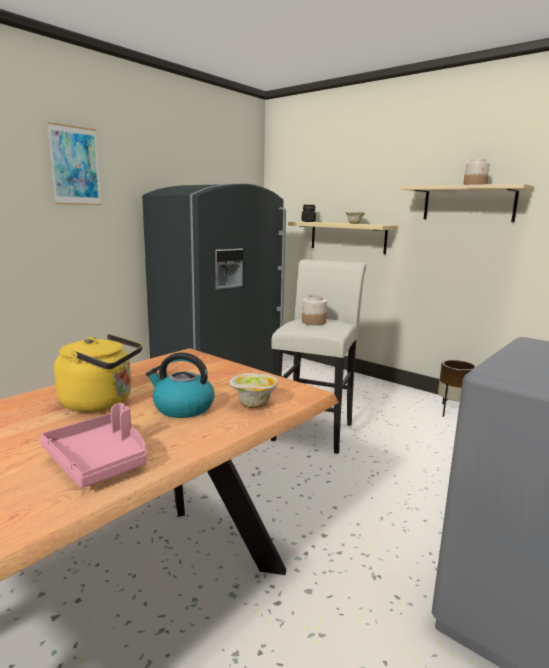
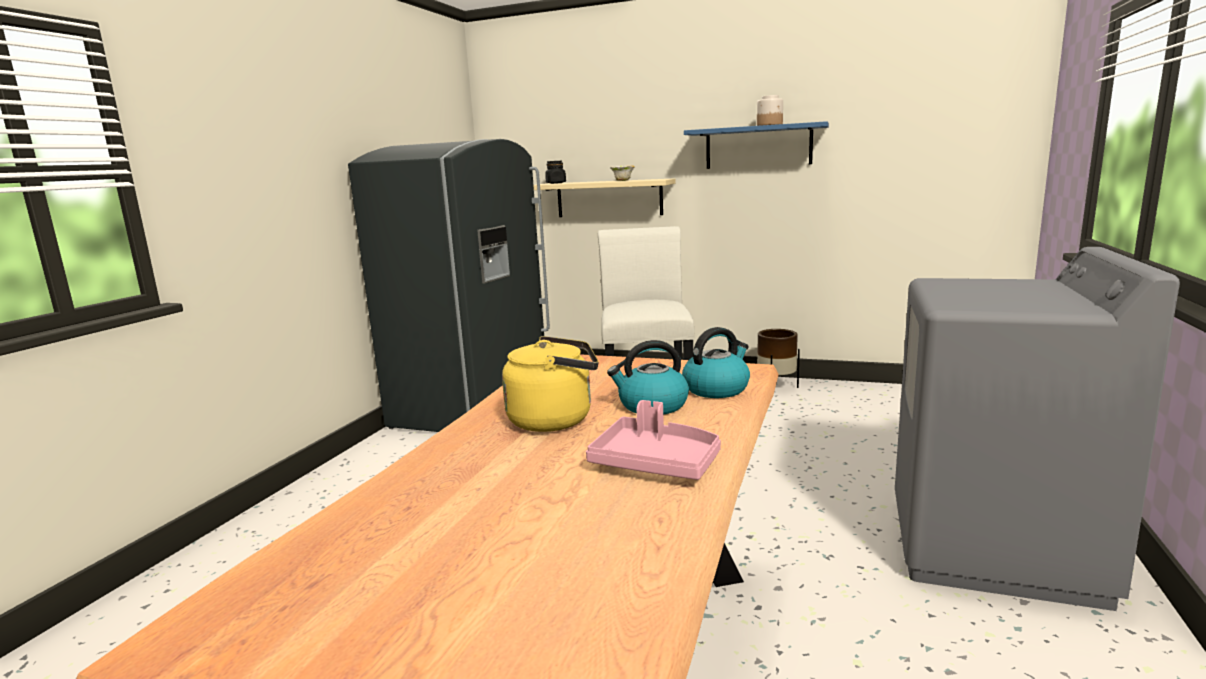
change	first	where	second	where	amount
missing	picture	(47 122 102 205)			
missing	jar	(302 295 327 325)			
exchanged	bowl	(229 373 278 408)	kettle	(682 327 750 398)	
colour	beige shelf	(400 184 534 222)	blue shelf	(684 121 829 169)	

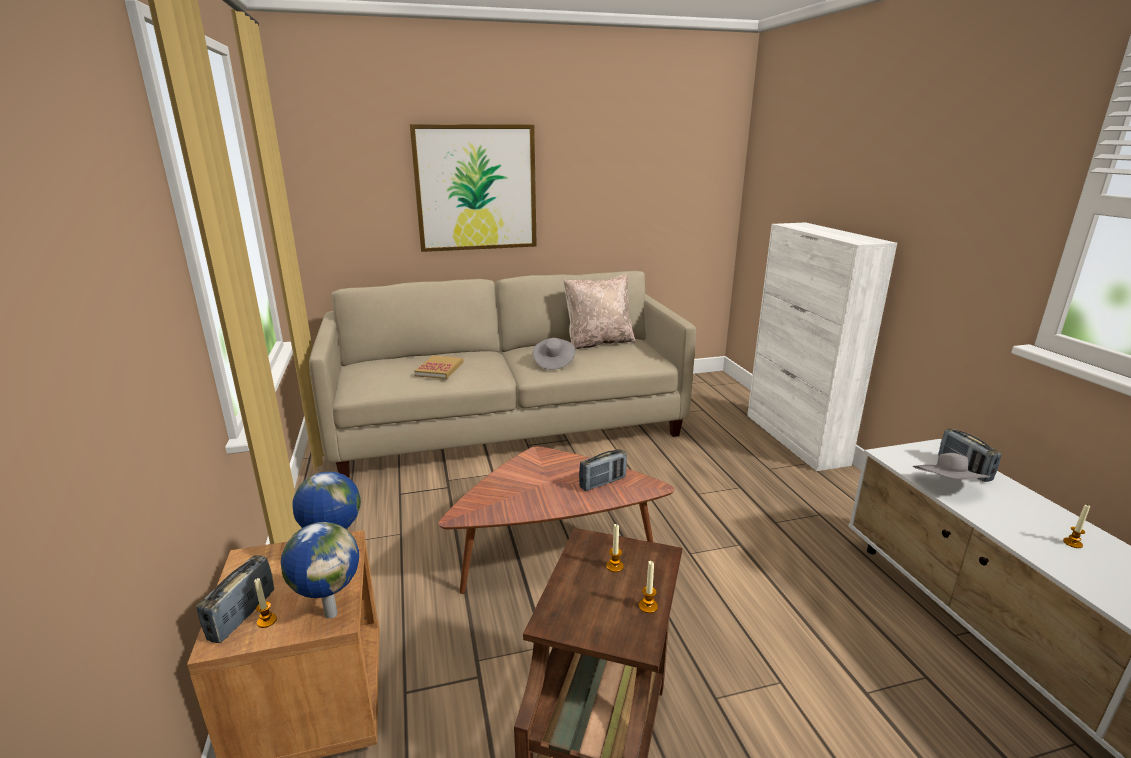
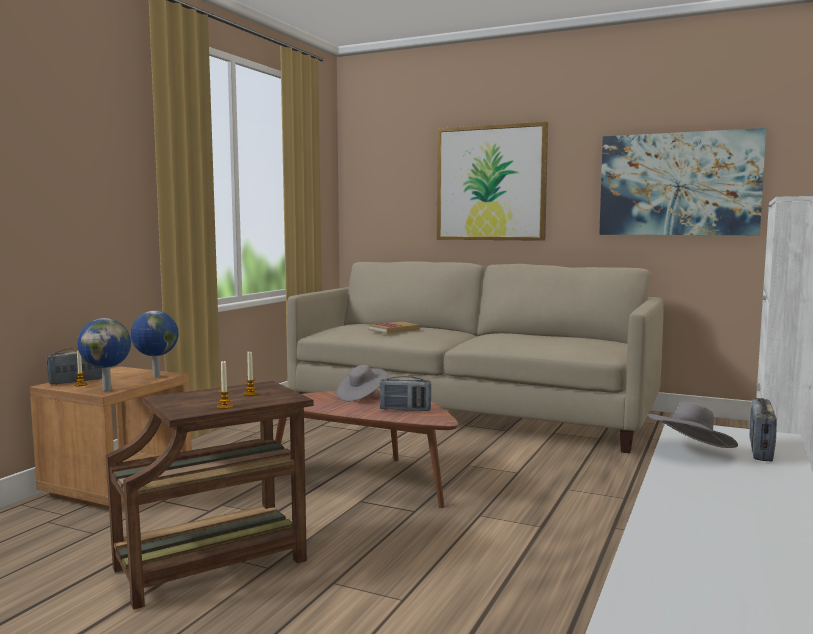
change	first	where	second	where	amount
missing	beige pillow	(564 274 636 350)			
missing	candle	(1063 505 1090 548)			
appeared			picture	(599 128 766 235)	
relocated	grey hat	(533 338 575 370)		(336 365 388 401)	

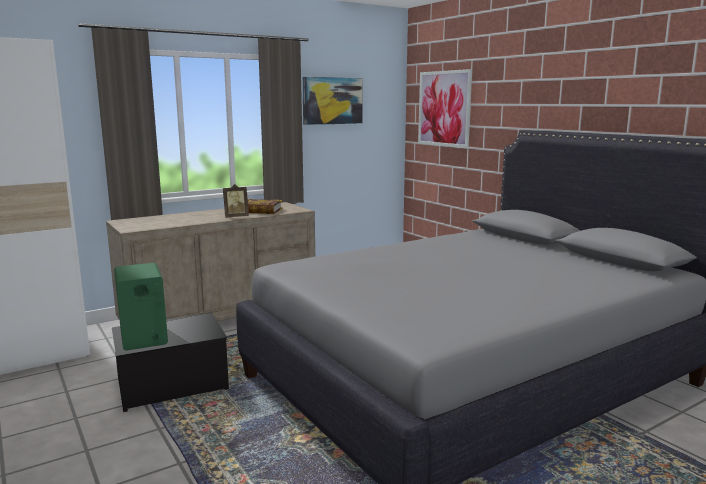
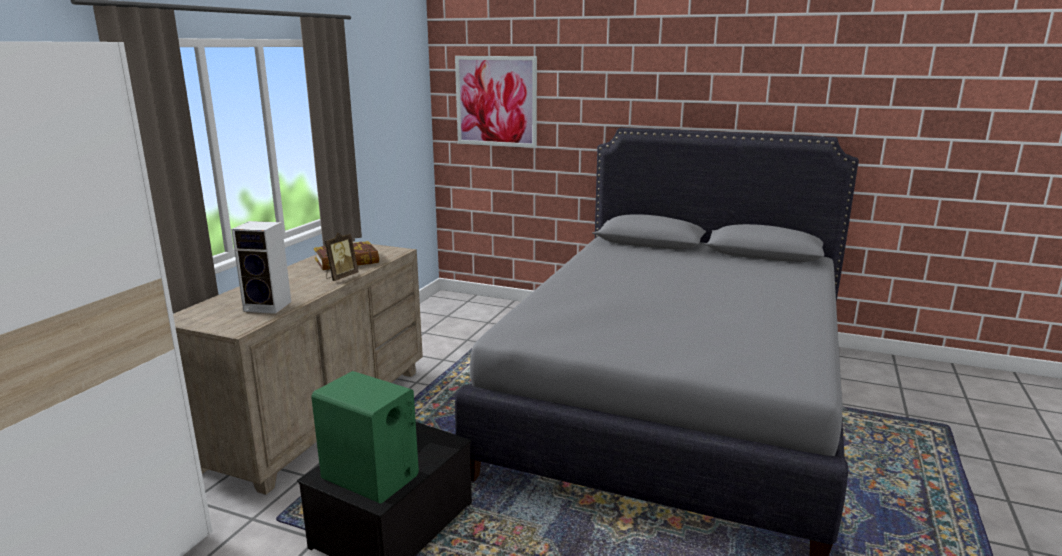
change	first	where	second	where	amount
missing	picture	(302 77 363 125)			
appeared			speaker	(231 221 291 314)	

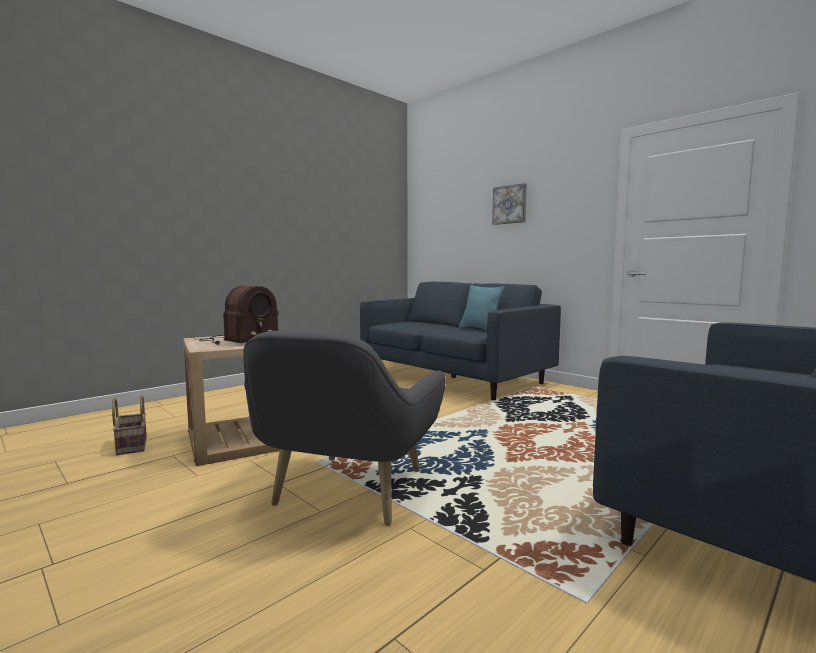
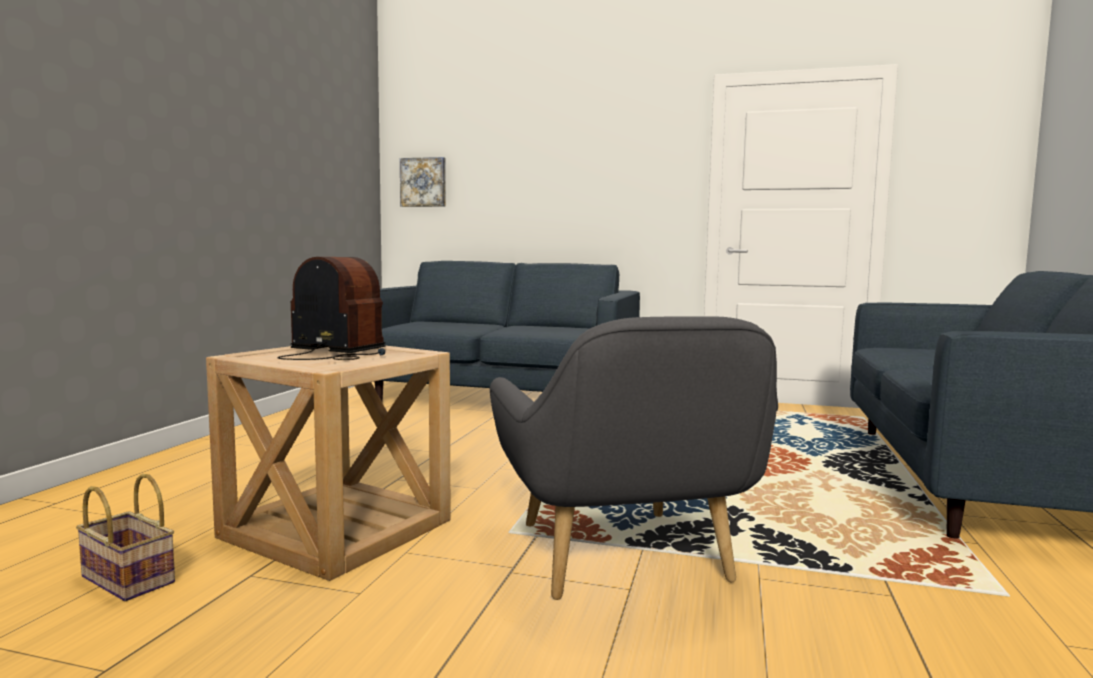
change	first	where	second	where	amount
missing	turquoise pillow	(459 285 505 330)			
relocated	picture	(492 183 527 225)		(400 157 446 207)	
spun	radio	(199 286 278 345)		(277 257 385 360)	75 degrees counterclockwise

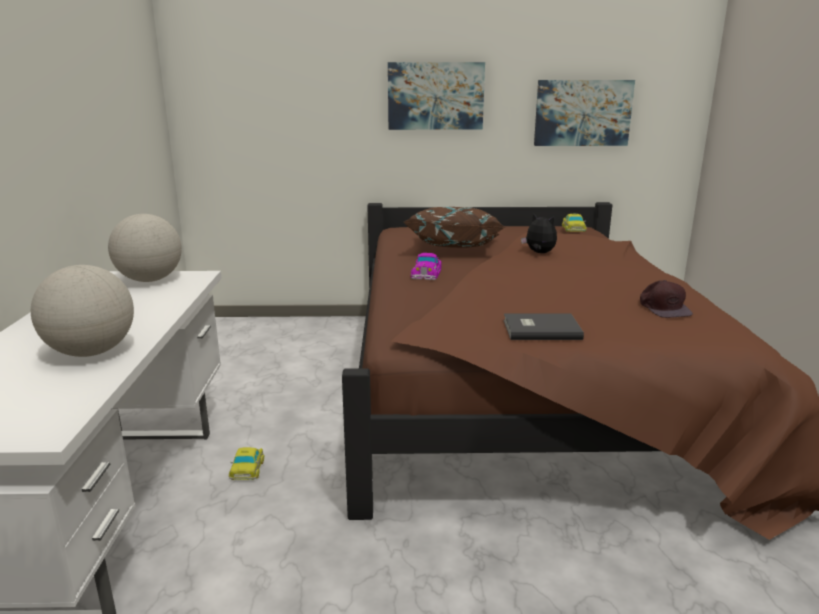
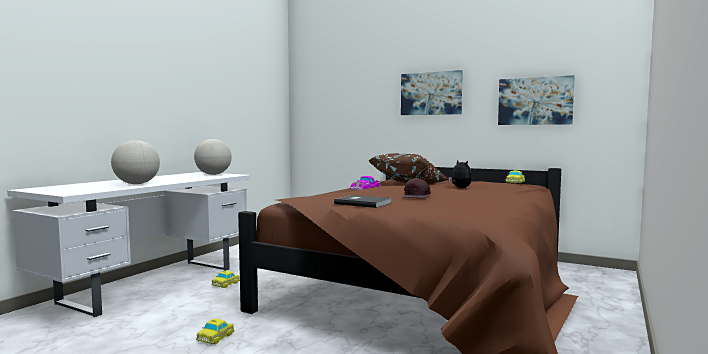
change	first	where	second	where	amount
appeared			toy car	(196 319 235 344)	
relocated	brown cap	(640 280 693 318)		(402 178 431 199)	

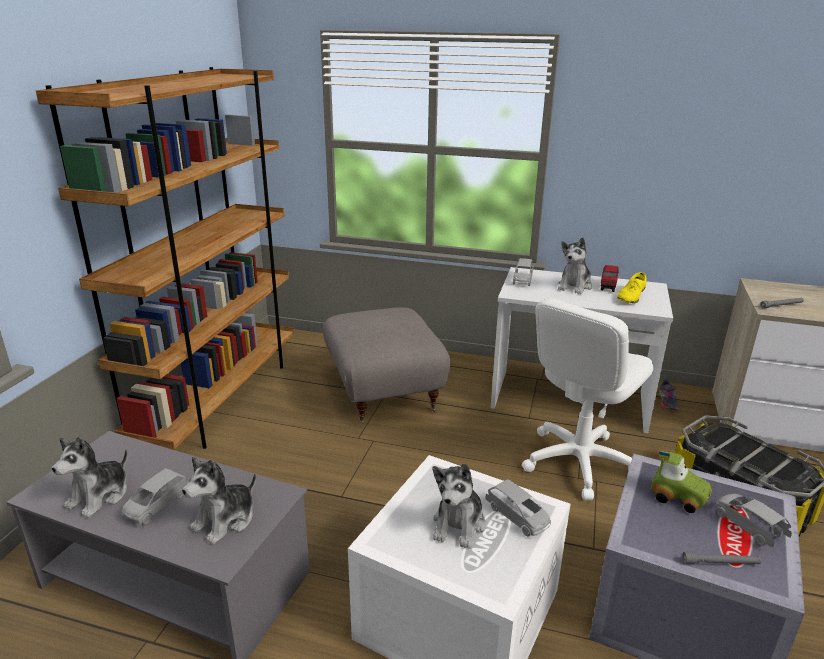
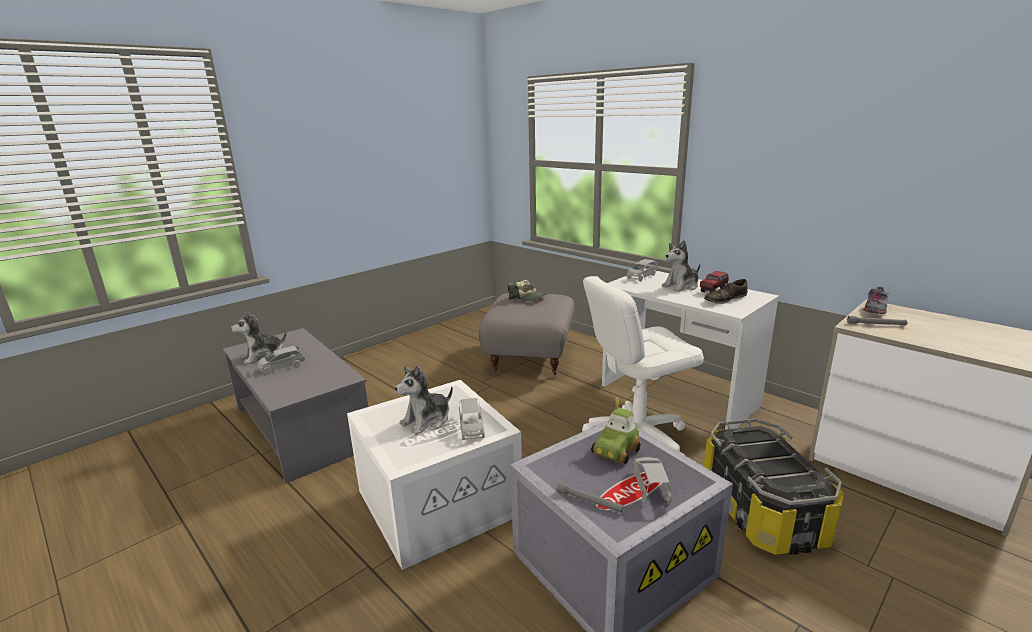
change	first	where	second	where	amount
missing	brown bookcase	(36 67 294 450)			
missing	plush toy	(182 457 256 545)			
appeared			cap	(508 279 548 301)	
relocated	grey shoe	(659 379 679 410)		(863 287 889 314)	
colour	yellow shoe	(617 272 647 304)	brown shoe	(704 279 748 304)	
spun	toy car	(651 451 712 513)		(591 397 641 464)	60 degrees clockwise

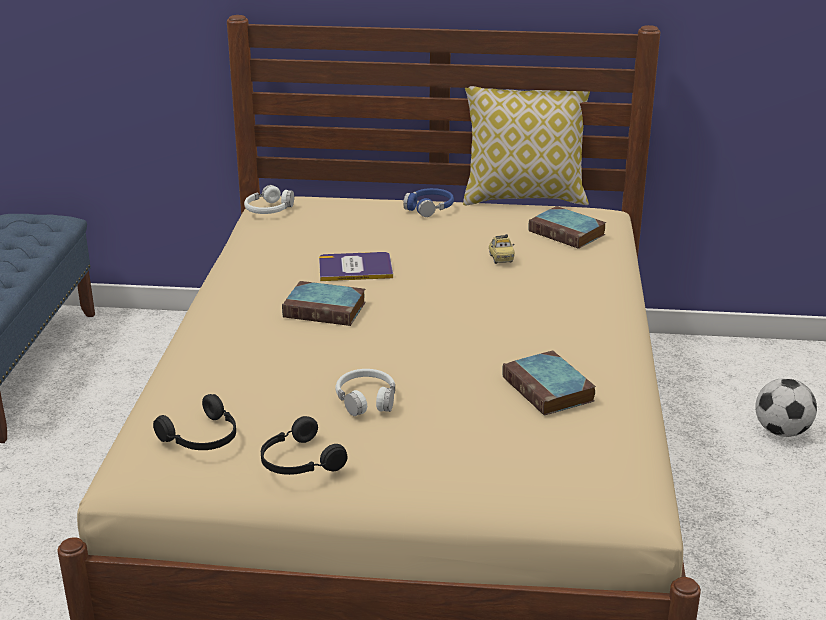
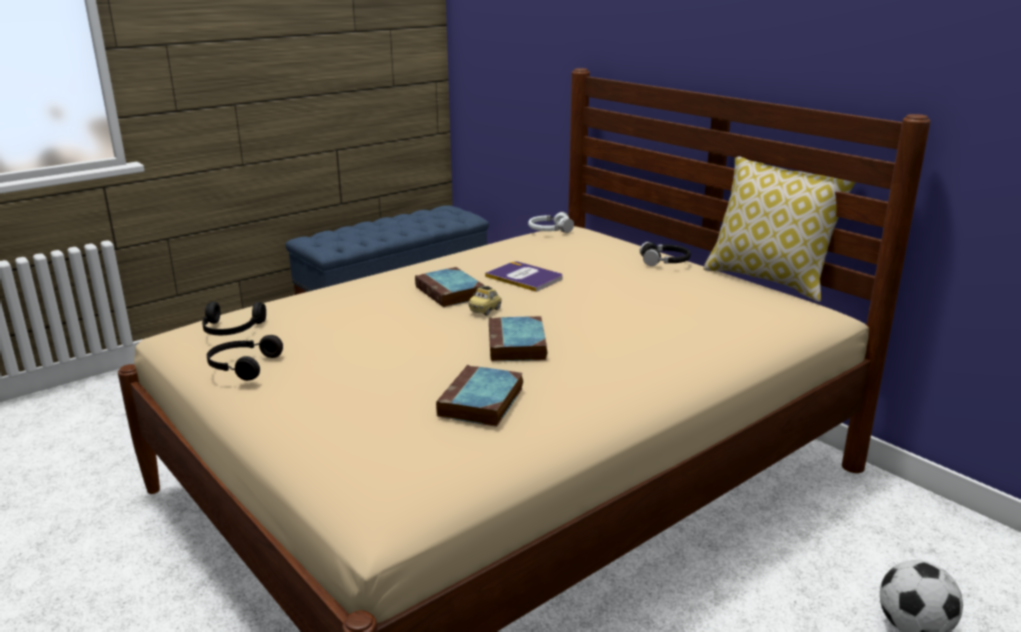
change	first	where	second	where	amount
missing	white headphones	(335 369 395 416)			
relocated	toy car	(489 234 515 264)		(468 286 502 316)	
relocated	book	(529 206 606 249)		(489 316 547 361)	
colour	blue headphones	(403 188 454 217)	black headphones	(640 242 691 266)	

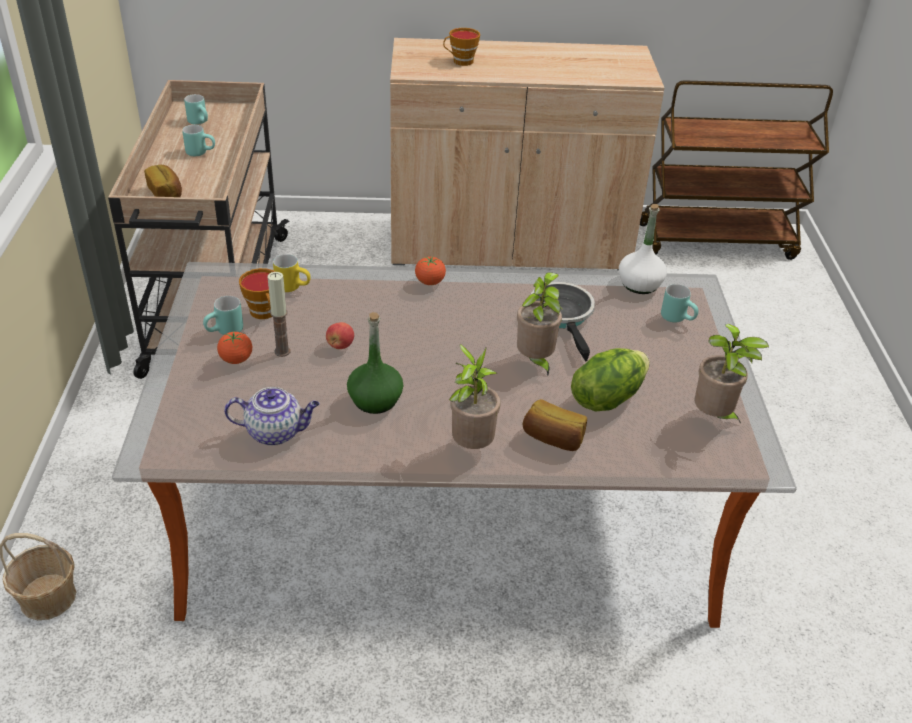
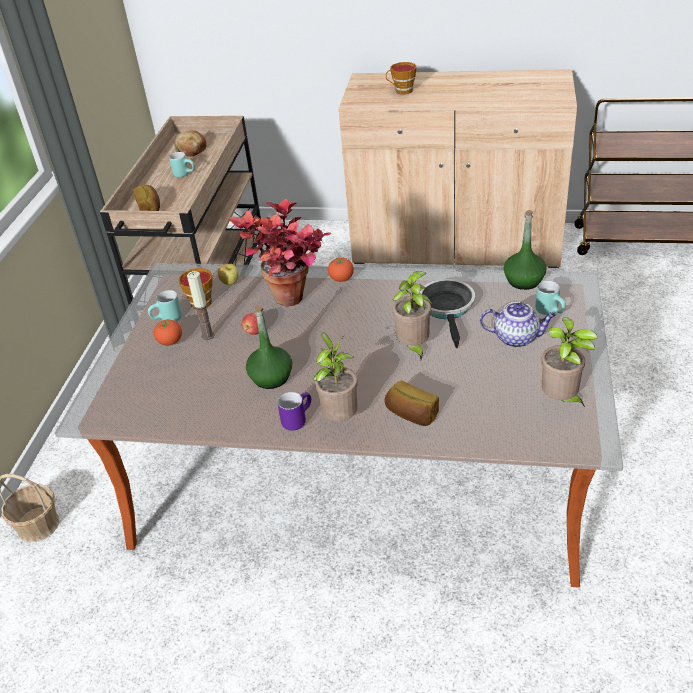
change	first	where	second	where	amount
missing	lettuce	(571 348 649 412)			
appeared			potted plant	(229 199 332 306)	
appeared			purple mug	(278 392 311 430)	
relocated	teapot	(224 387 319 446)		(480 302 556 347)	
exchanged	turquoise mug	(184 94 208 125)	bread	(174 130 206 157)	
exchanged	yellow mug	(273 254 311 292)	apple	(218 264 239 285)	
colour	white bottle	(619 204 667 294)	green bottle	(504 210 547 290)	

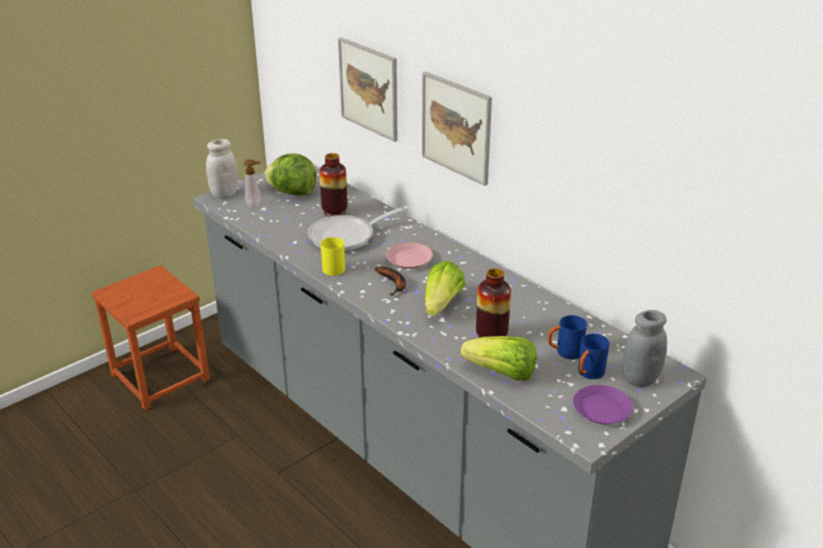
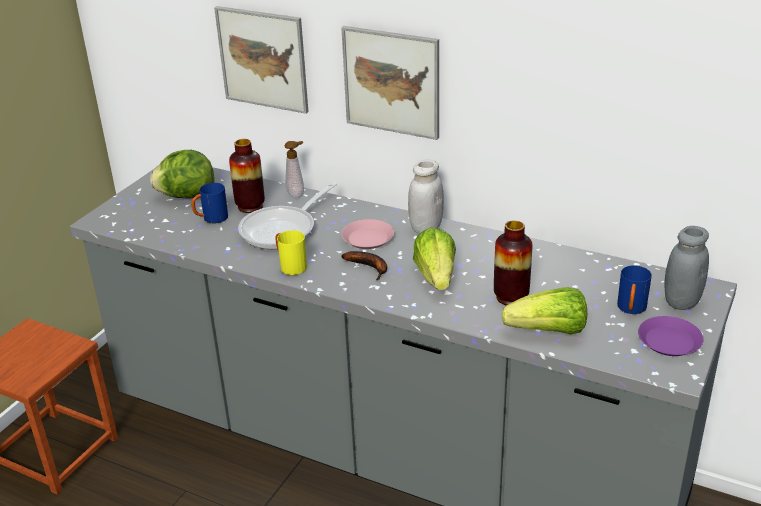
change	first	where	second	where	amount
relocated	white jar	(206 139 238 198)		(408 160 444 234)	
relocated	soap dispenser	(244 159 261 209)		(285 141 304 198)	
relocated	blue mug	(548 315 587 359)		(191 183 228 223)	

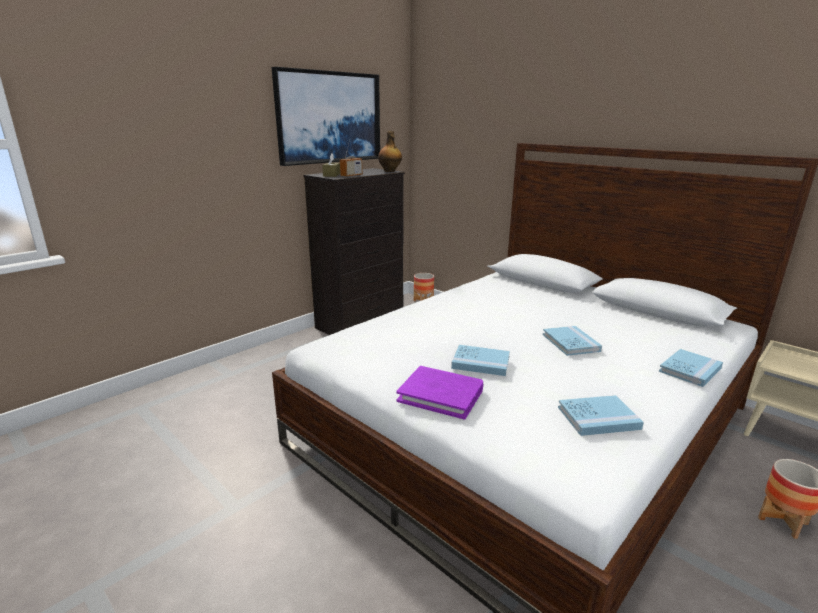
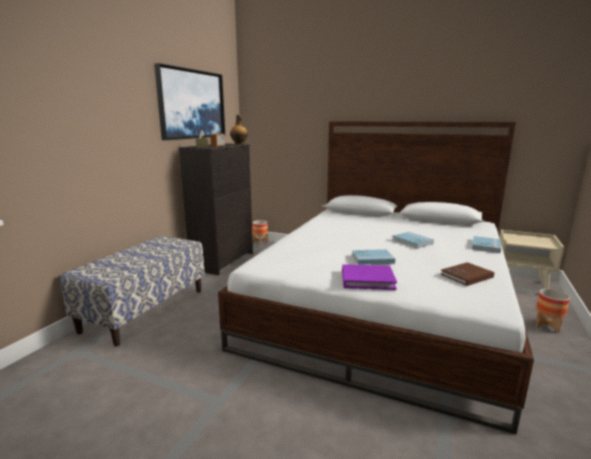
change	first	where	second	where	amount
appeared			bench	(60 236 205 346)	
colour	blue book	(558 395 644 436)	brown book	(441 262 495 286)	

